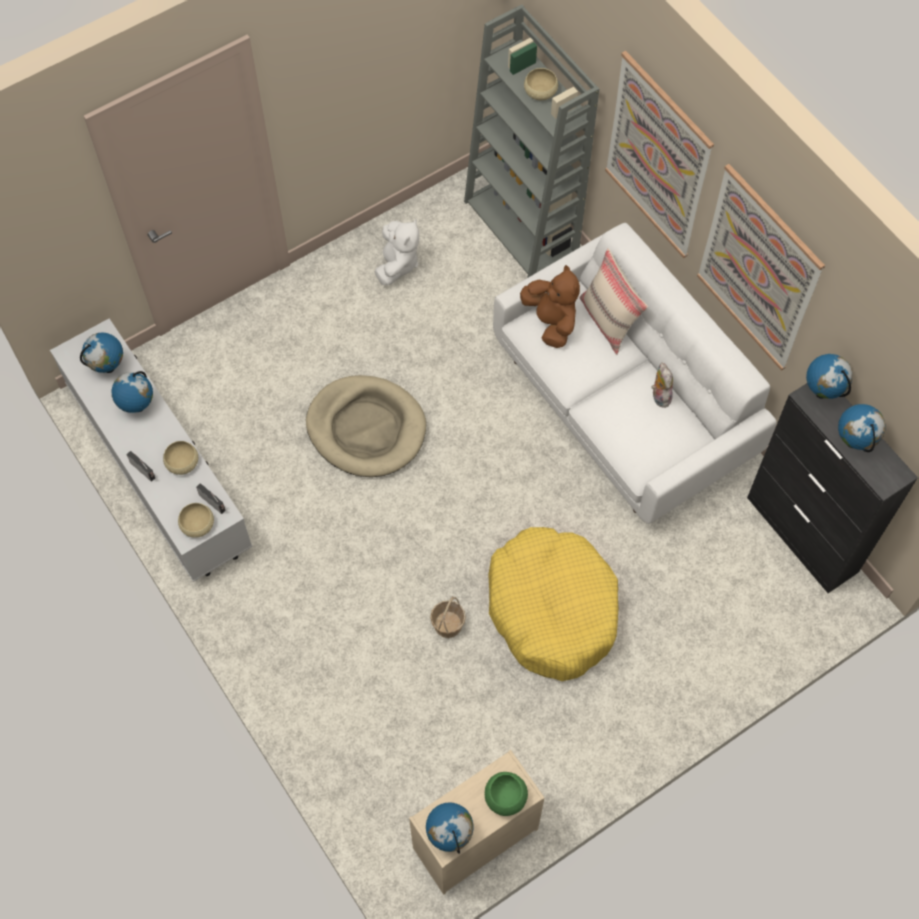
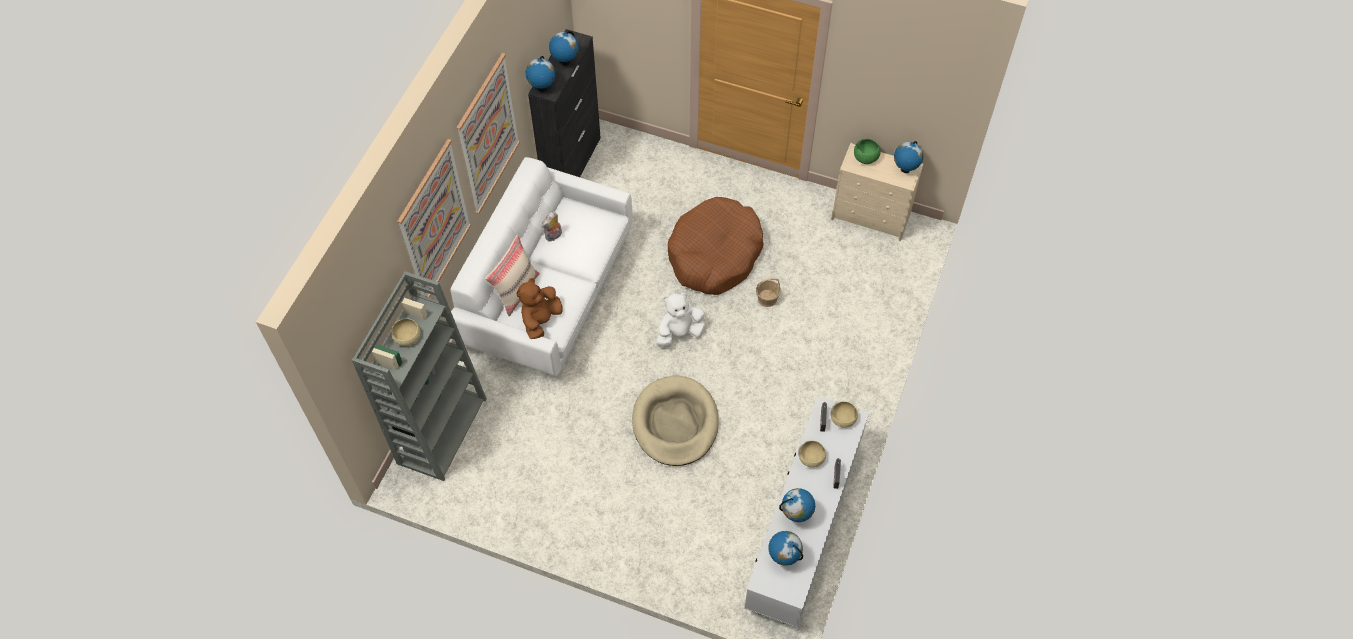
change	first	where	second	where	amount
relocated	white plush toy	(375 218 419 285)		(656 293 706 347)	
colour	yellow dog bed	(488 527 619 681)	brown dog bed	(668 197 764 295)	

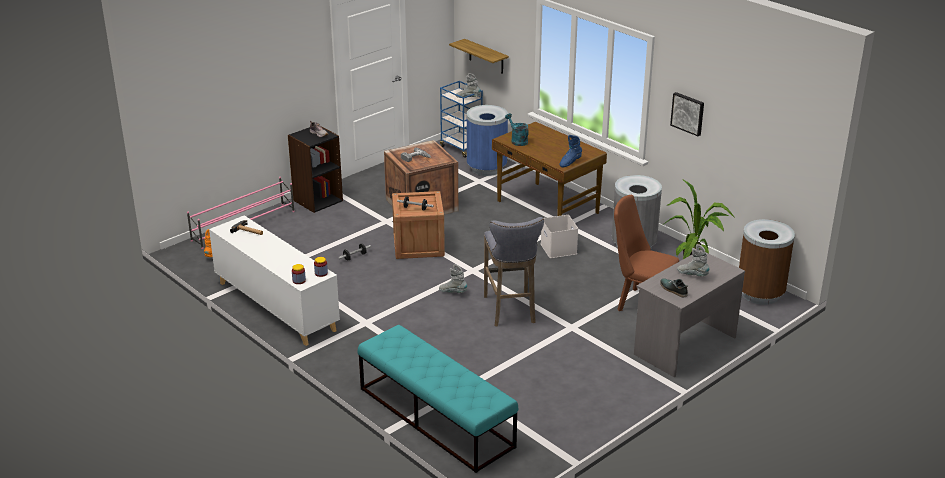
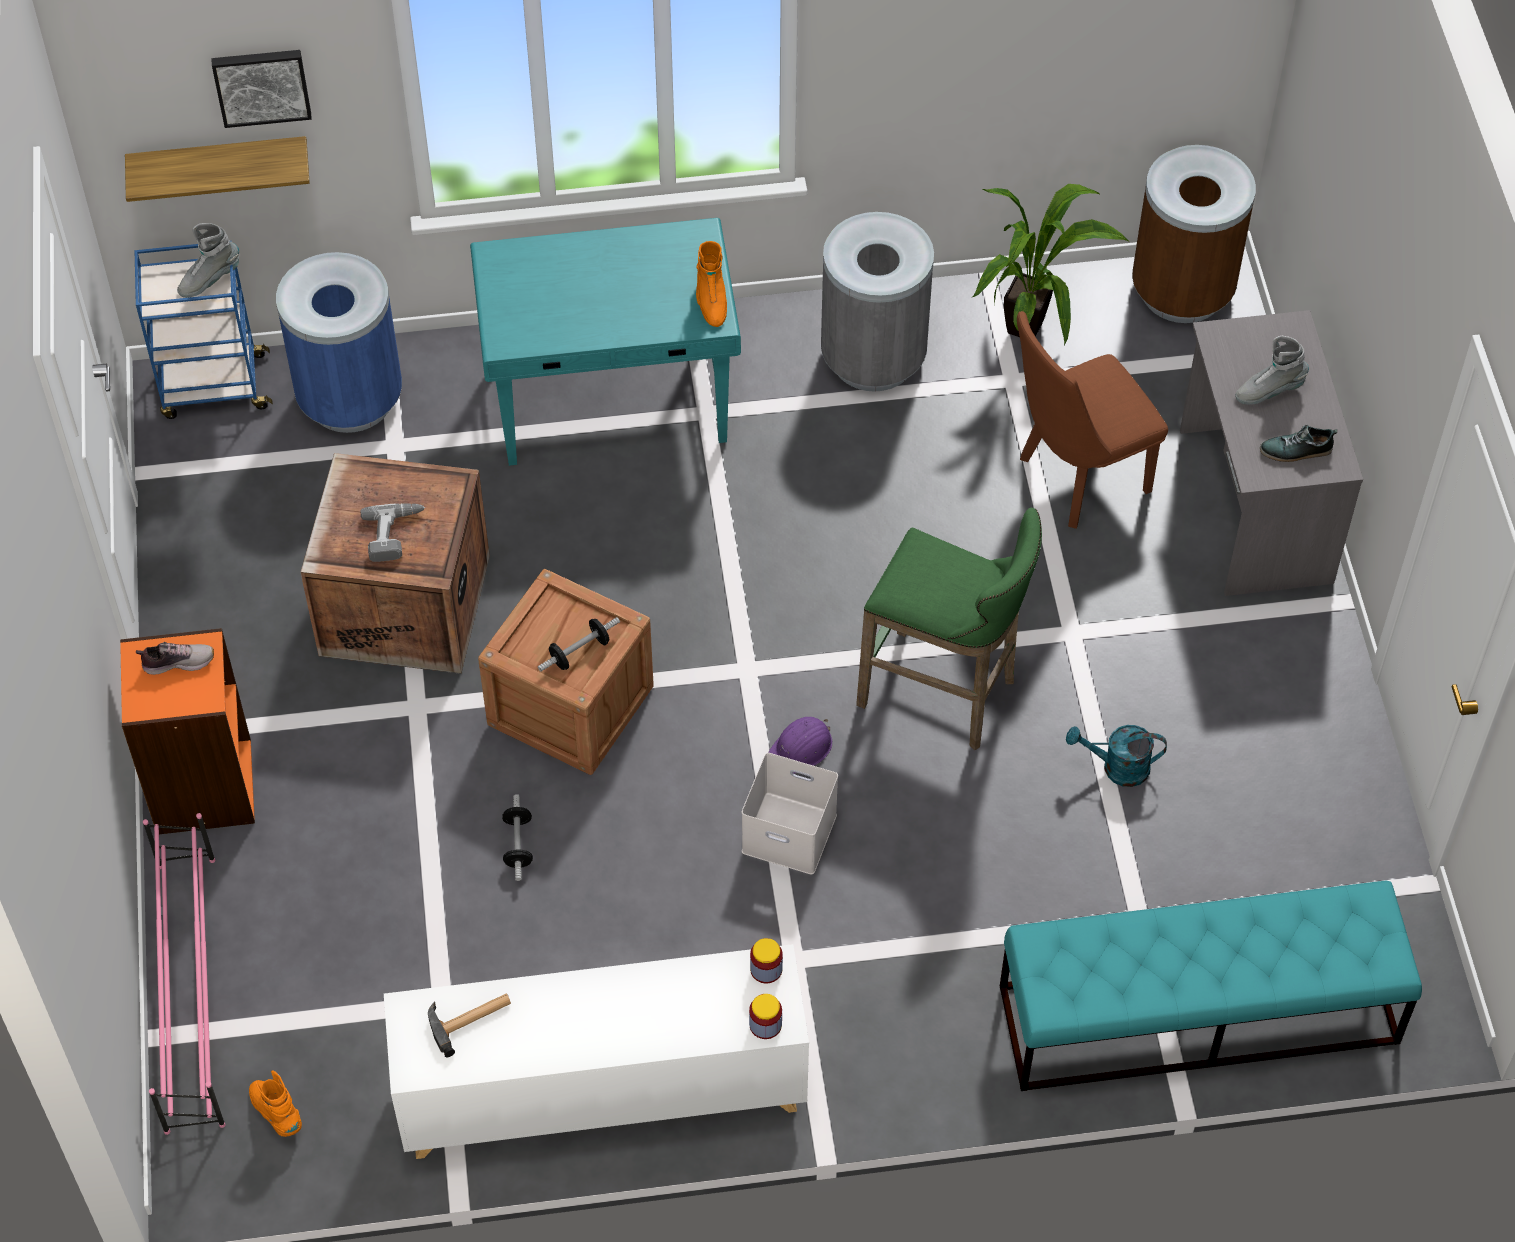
change	first	where	second	where	amount
relocated	turquoise watering can	(505 113 529 146)		(1066 725 1167 787)	
relocated	white storage box	(541 215 578 258)		(742 753 838 875)	
relocated	picture	(670 92 704 136)		(211 50 312 128)	
exchanged	grey boot	(439 264 467 293)	purple hard hat	(768 717 832 774)	
colour	black bookcase	(288 126 343 213)	orange bookcase	(120 628 255 834)	
colour	grey stool	(484 217 544 326)	green stool	(856 508 1042 750)	
colour	brown desk	(492 122 607 216)	turquoise desk	(470 218 741 466)	
colour	blue boot	(559 135 582 167)	orange boot	(696 241 727 327)	

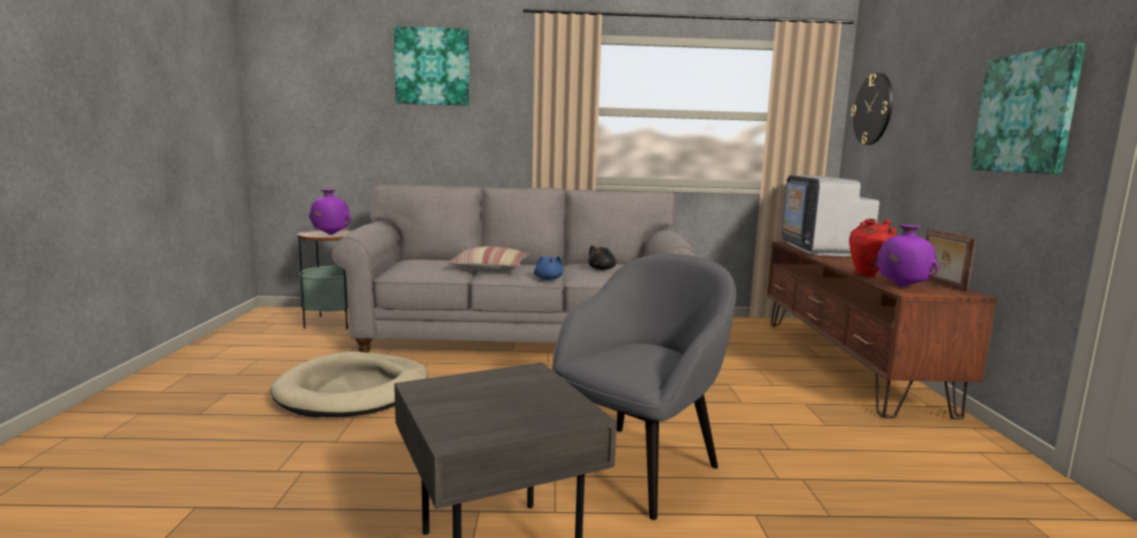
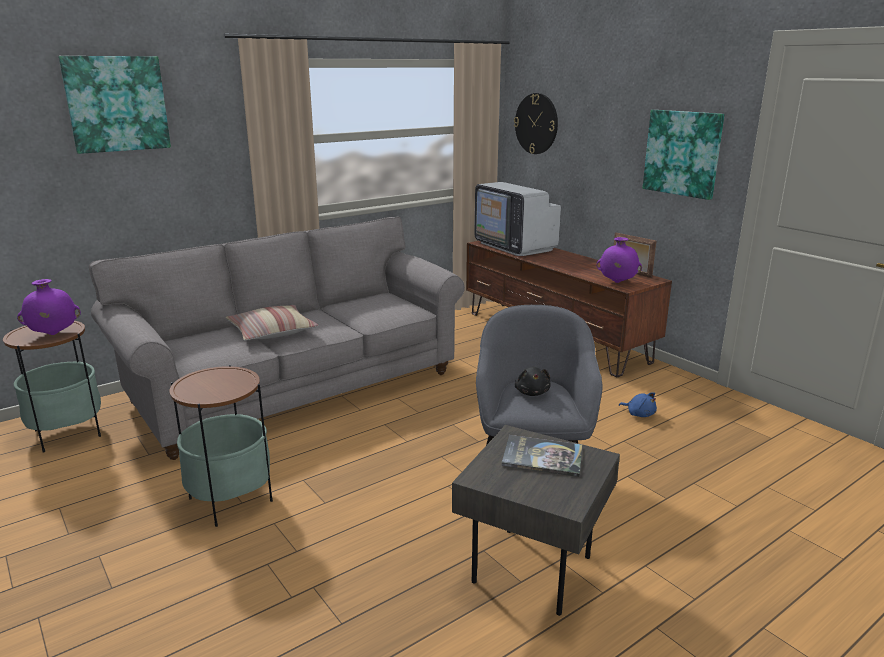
change	first	where	second	where	amount
missing	red vase	(849 219 897 277)			
appeared			book	(501 435 582 477)	
relocated	blue plush toy	(534 256 563 280)		(619 392 657 417)	
relocated	black plush toy	(588 245 616 270)		(515 367 550 396)	
exchanged	beige dog bed	(270 352 428 417)	side table	(170 365 273 527)	

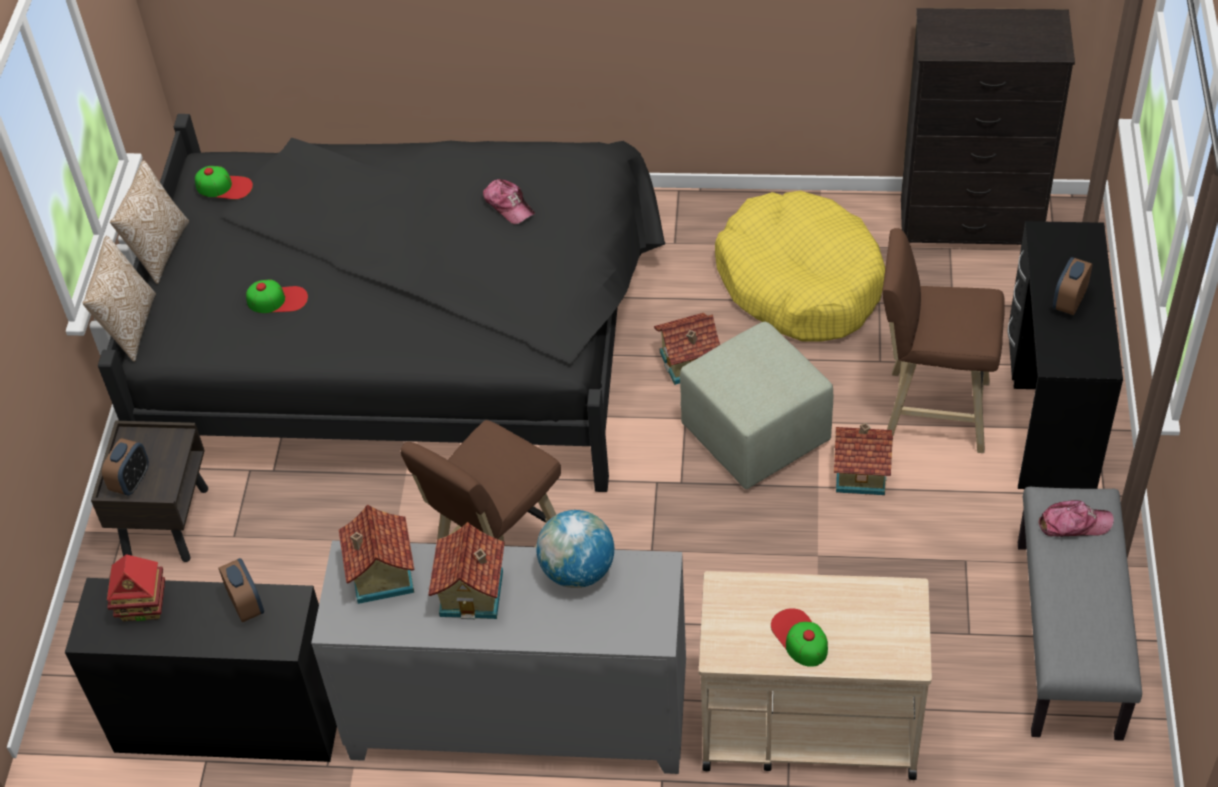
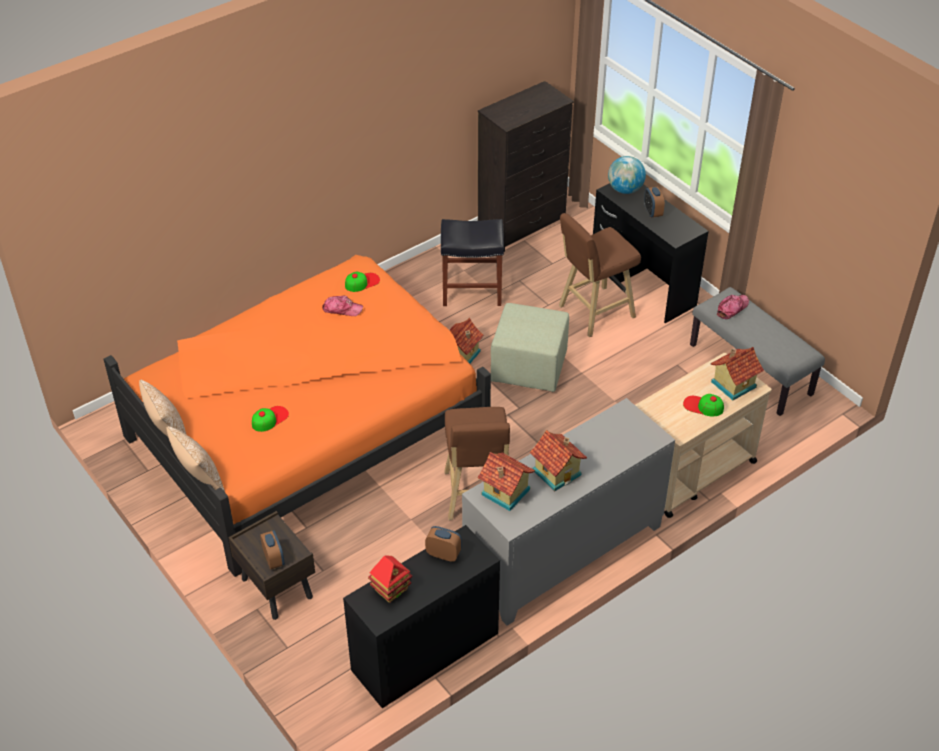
change	first	where	second	where	amount
relocated	cap	(195 166 253 199)		(345 272 380 292)	
relocated	globe	(536 510 614 588)		(608 156 646 194)	
relocated	toy house	(834 423 893 495)		(711 347 764 400)	
exchanged	yellow dog bed	(715 191 885 342)	black stool	(441 219 504 306)	
colour	black bed	(98 114 666 492)	orange bed	(103 255 491 577)	

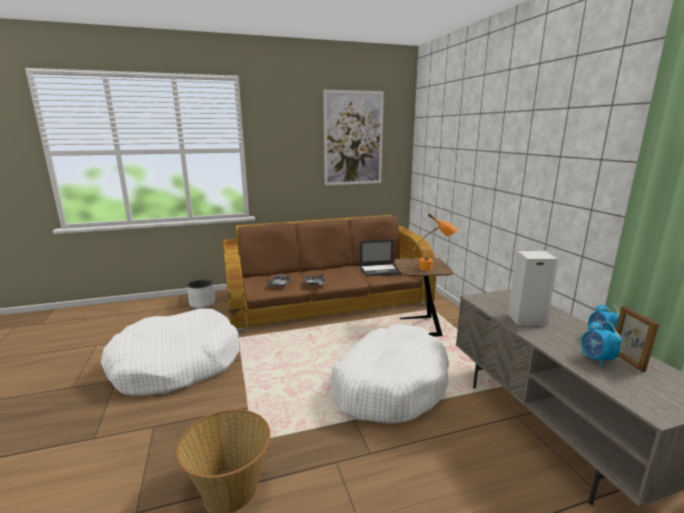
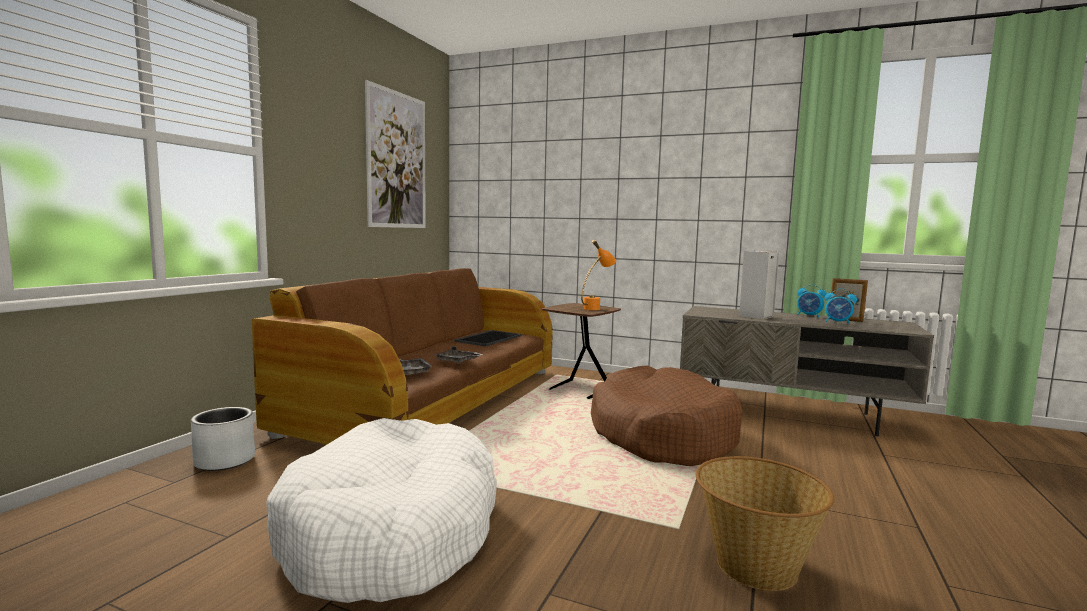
change	first	where	second	where	amount
exchanged	laptop	(360 239 401 276)	tray	(454 330 522 347)	
colour	white dog bed	(330 324 449 423)	brown dog bed	(591 365 743 466)	

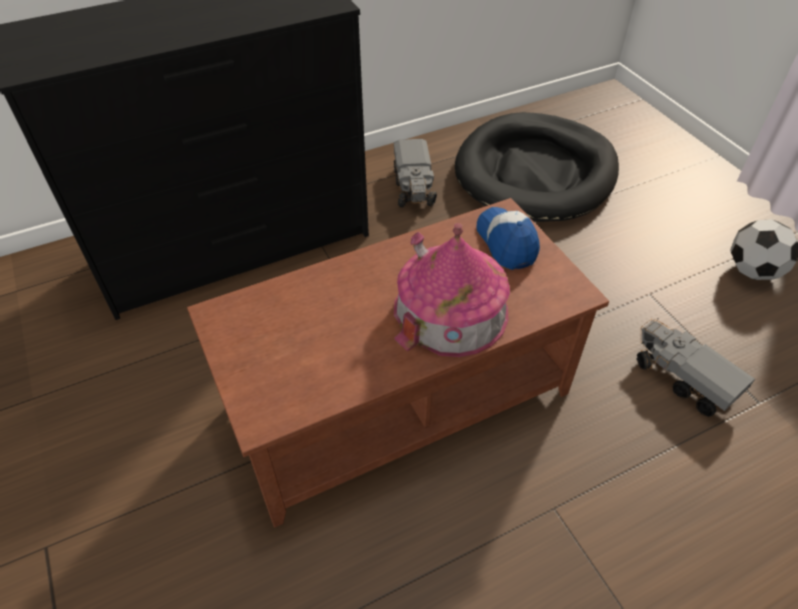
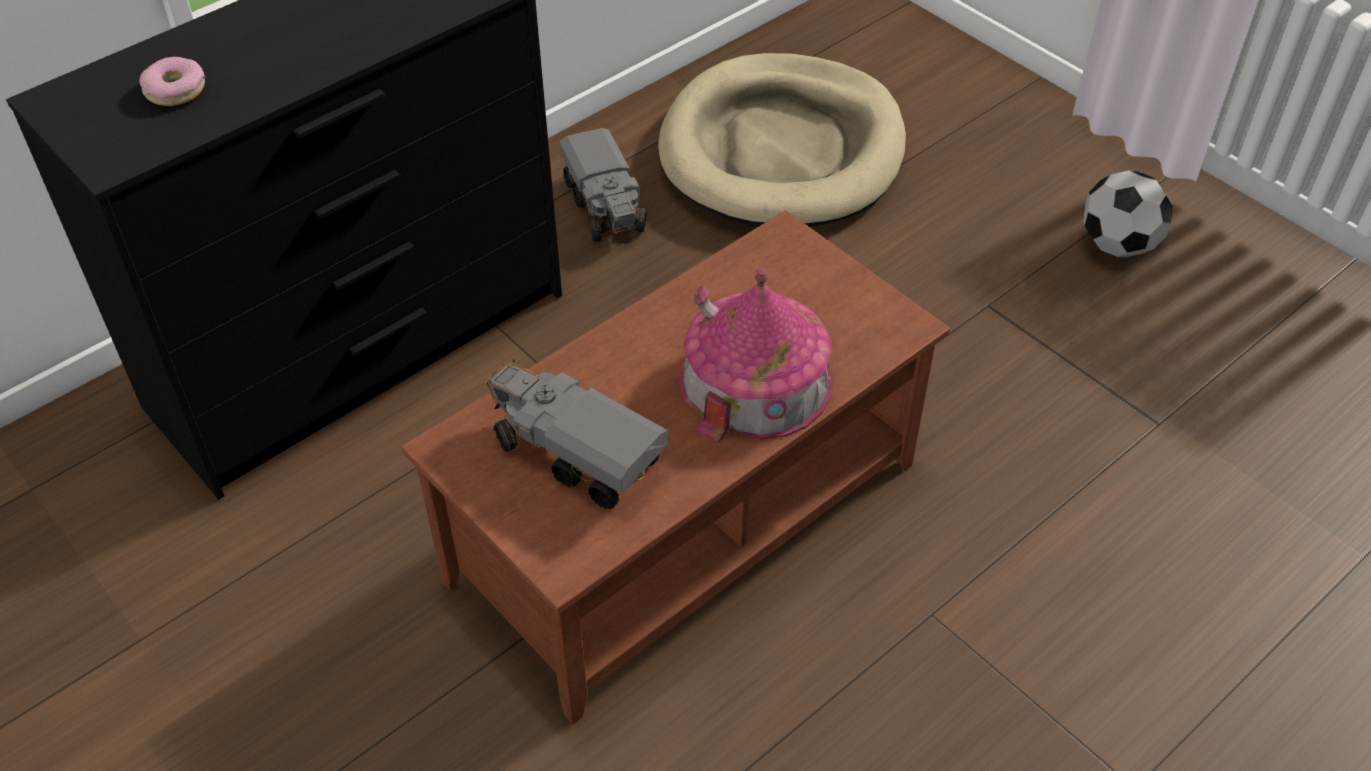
change	first	where	second	where	amount
missing	cap	(477 207 540 270)			
appeared			donut	(139 56 205 106)	
relocated	toy truck	(636 318 755 417)		(486 359 668 509)	
colour	black dog bed	(455 112 619 222)	beige dog bed	(658 53 906 227)	

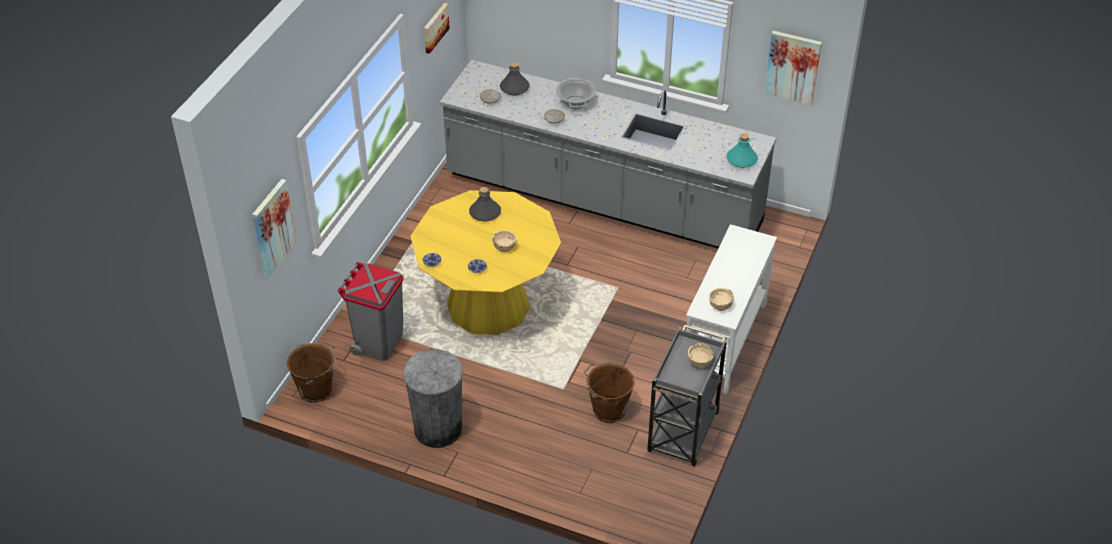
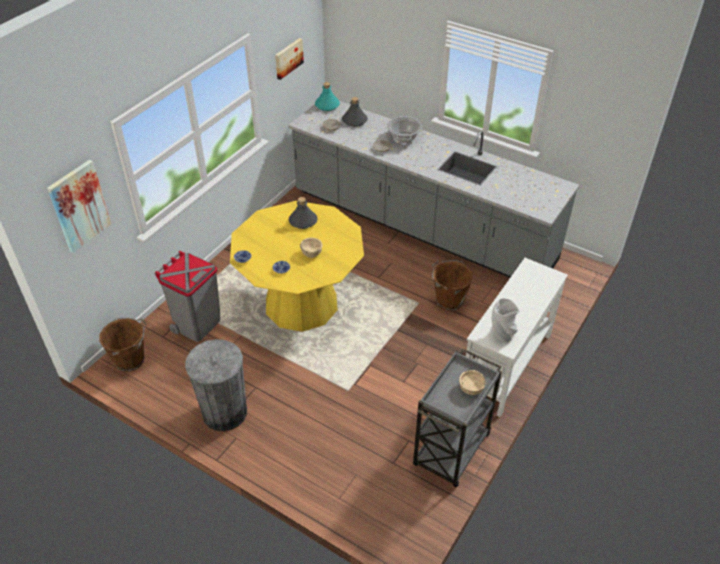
change	first	where	second	where	amount
missing	picture	(764 31 822 106)			
relocated	brown bucket	(584 361 635 423)		(432 260 473 311)	
relocated	turquoise bottle	(726 133 758 168)		(315 82 340 111)	
exchanged	beige bowl	(709 288 734 311)	grey vase	(492 298 520 343)	

